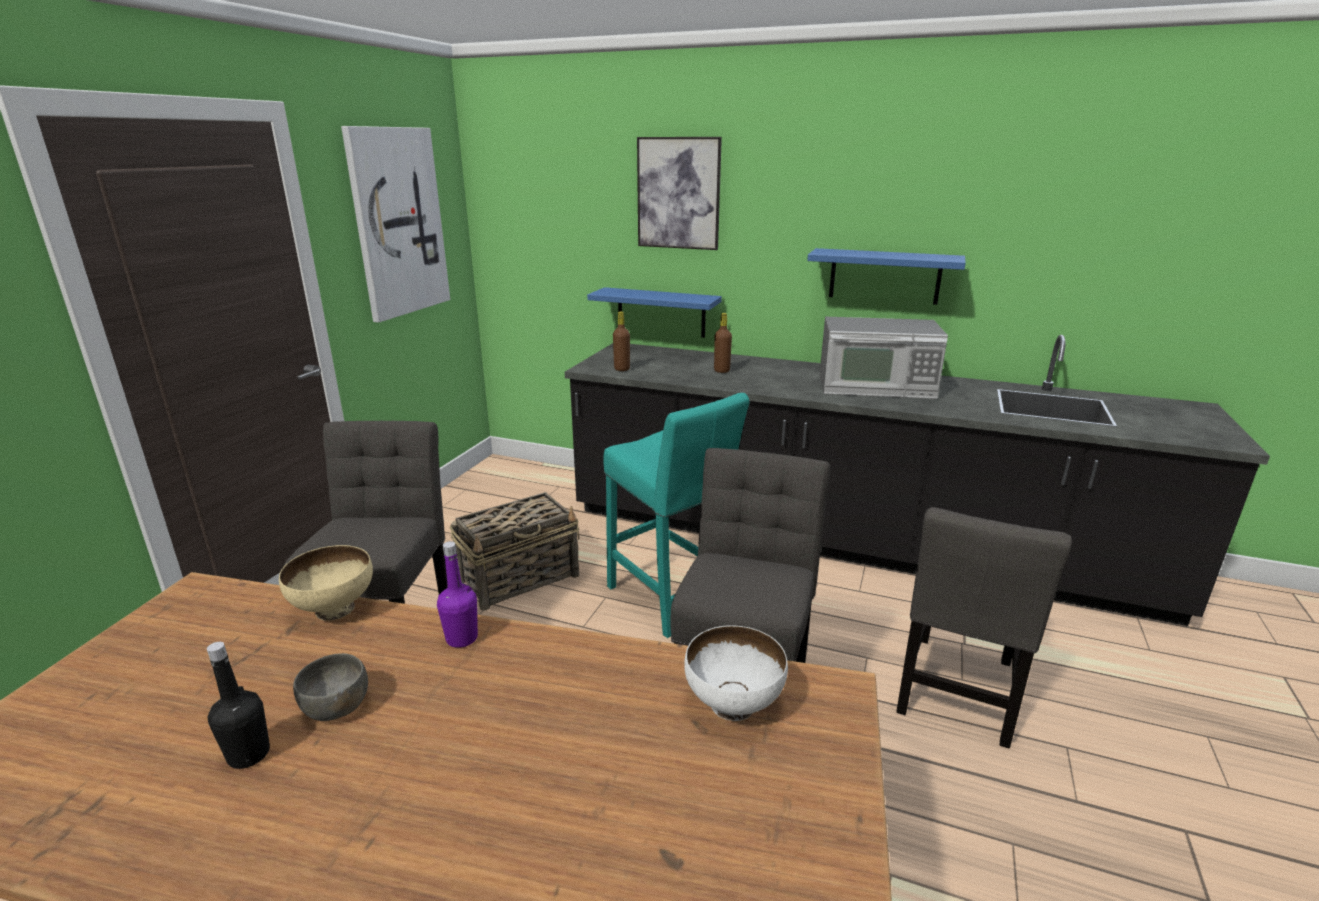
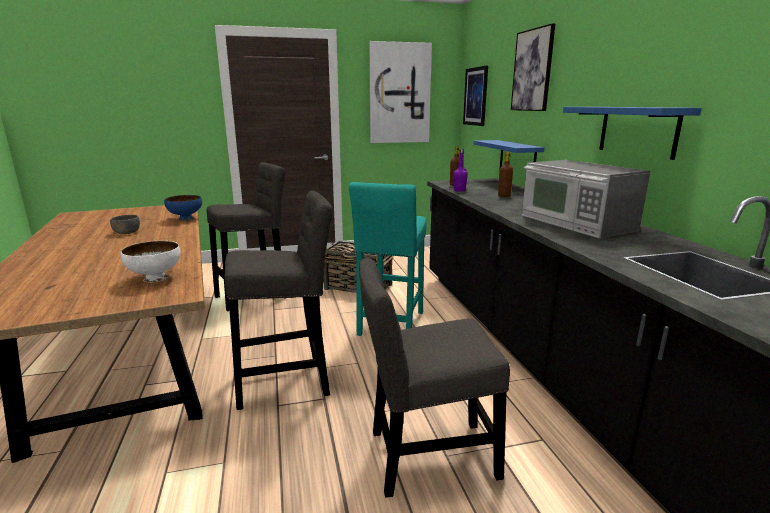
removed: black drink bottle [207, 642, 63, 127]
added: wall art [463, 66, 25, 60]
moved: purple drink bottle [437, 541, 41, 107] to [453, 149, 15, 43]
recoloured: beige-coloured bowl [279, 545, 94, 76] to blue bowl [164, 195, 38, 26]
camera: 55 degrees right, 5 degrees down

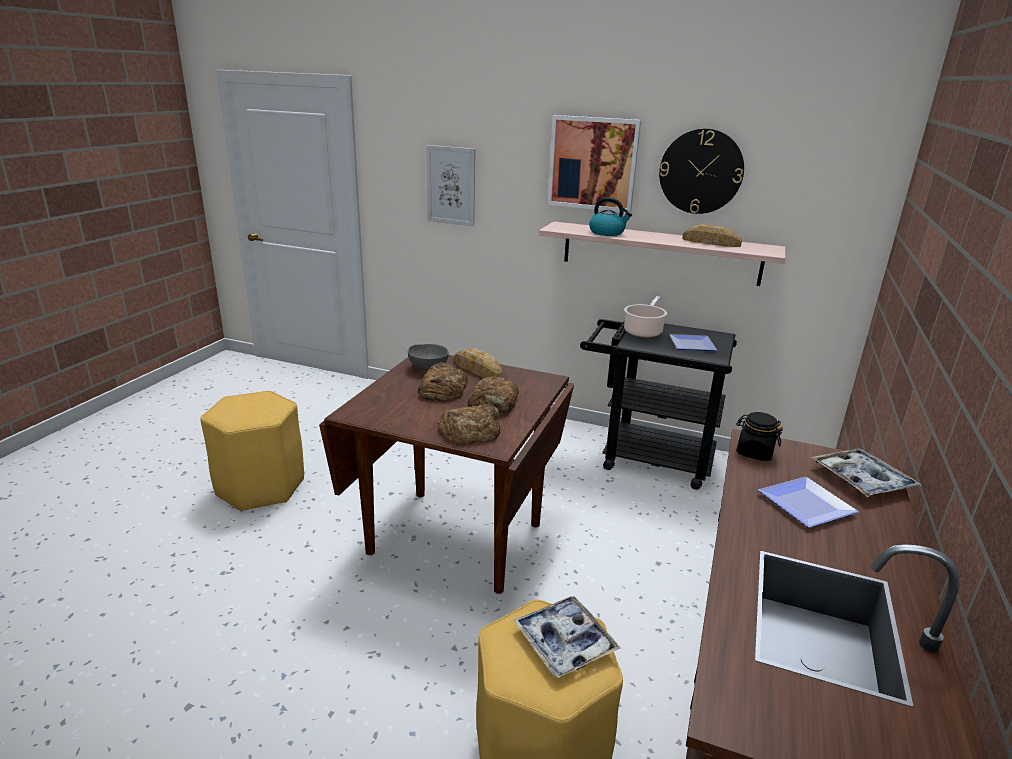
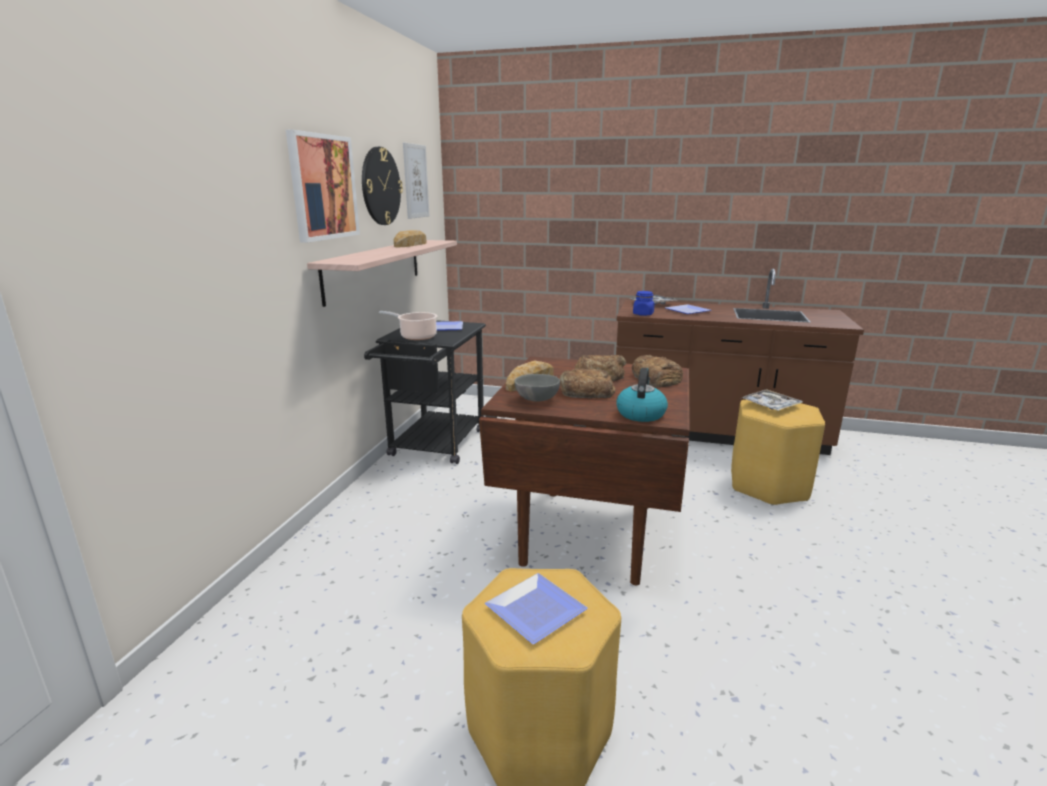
added: dinner plate [485, 573, 103, 71]
moved: wall art [426, 145, 49, 81] to [403, 143, 26, 76]; kettle [589, 197, 43, 39] to [616, 368, 52, 54]
recoloured: black preserve jar [736, 412, 47, 49] to blue preserve jar [633, 291, 21, 25]
camera: 95 degrees left, 5 degrees down

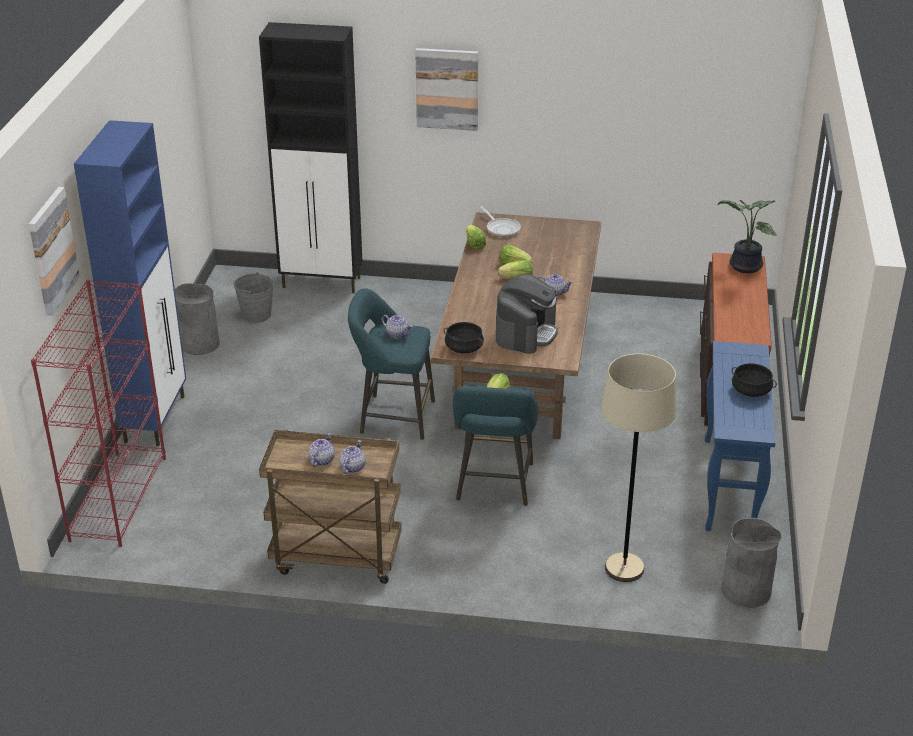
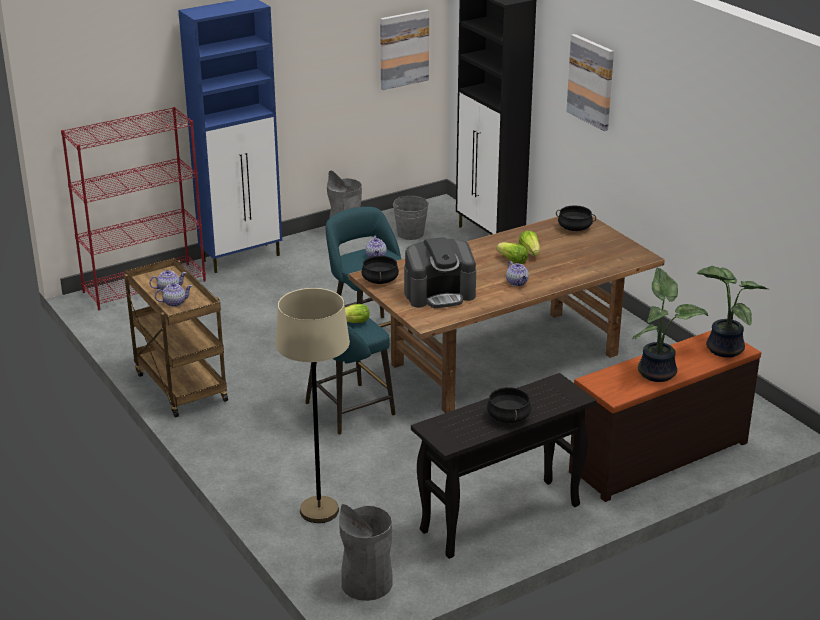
removed: lettuce [466, 225, 20, 25]
added: plant in a pot [632, 268, 76, 114]
moved: wall art [29, 187, 51, 129] to [380, 10, 49, 80]
replaced: skillet [480, 206, 41, 31] to black cooking pot [556, 205, 40, 26]
recoloured: blue narrow table [705, 341, 71, 190] to black narrow table [411, 373, 186, 186]
camera: 50 degrees right, 5 degrees down

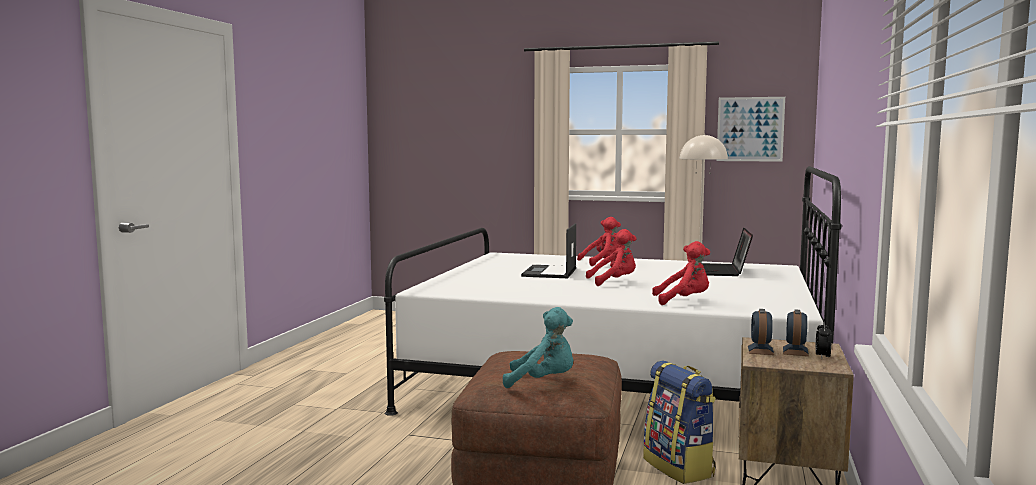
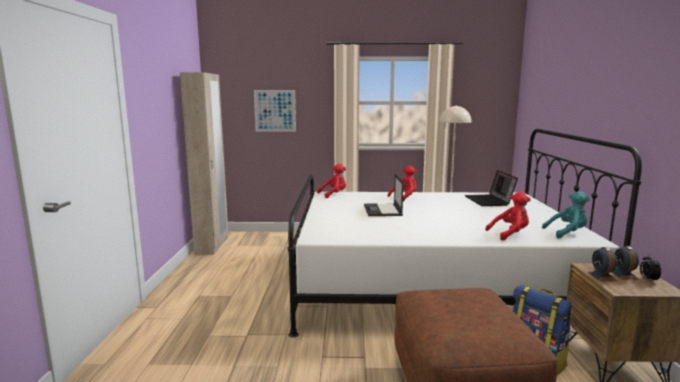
added: beige-coloured wardrobe [180, 72, 48, 183]
moved: blue-green soft toy [503, 307, 70, 81] to [542, 191, 48, 47]; reddish soft toy [586, 229, 50, 57] to [317, 164, 29, 34]; wall art [717, 97, 68, 65] to [254, 90, 42, 42]
camera: 15 degrees left, 5 degrees up

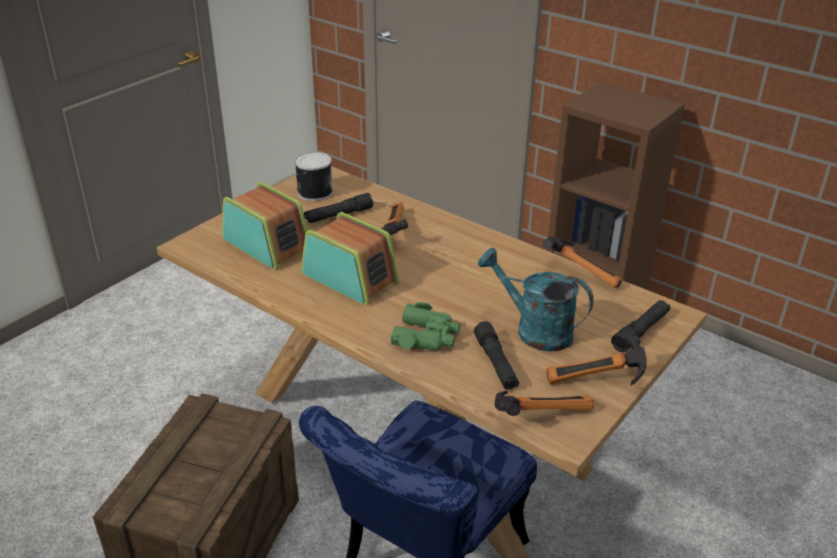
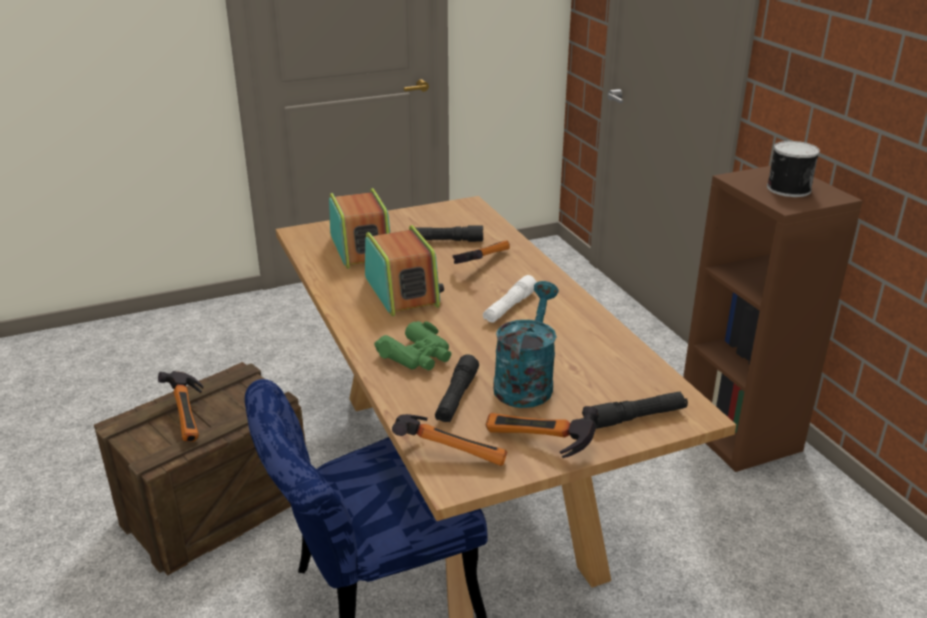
added: white torch [483, 275, 54, 48]
moved: metal can [295, 152, 38, 49] to [767, 141, 53, 56]; hammer [543, 236, 80, 52] to [158, 371, 46, 71]
turned: blue-green watering pot [478, 248, 116, 104] = [493, 281, 66, 127] 45 degrees clockwise
camera: 30 degrees right, 5 degrees down

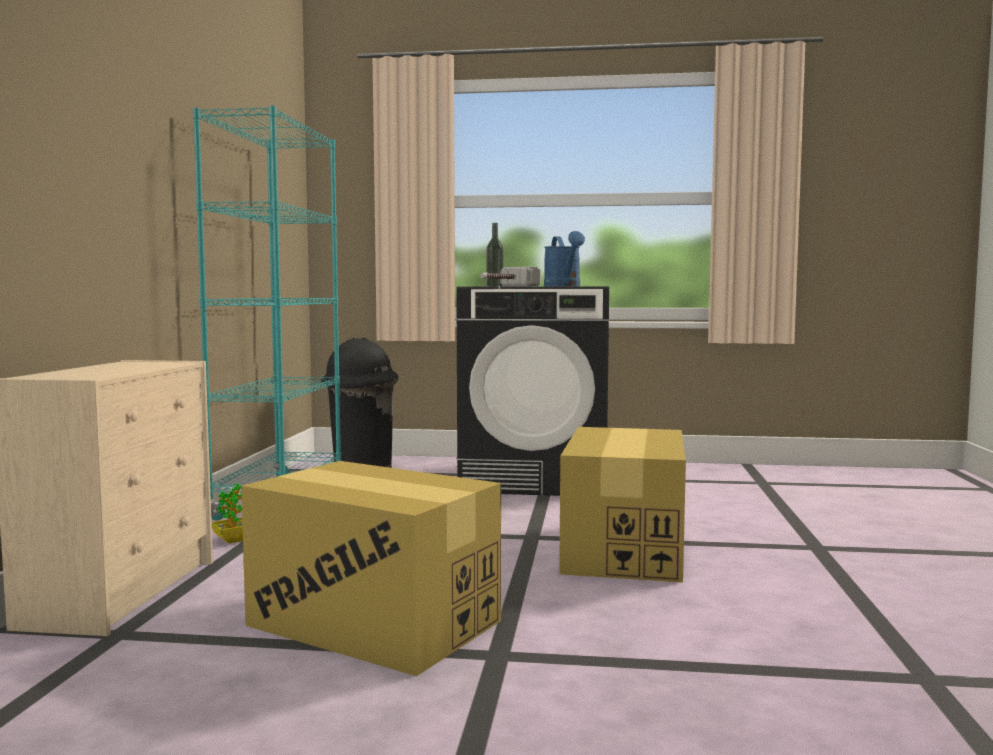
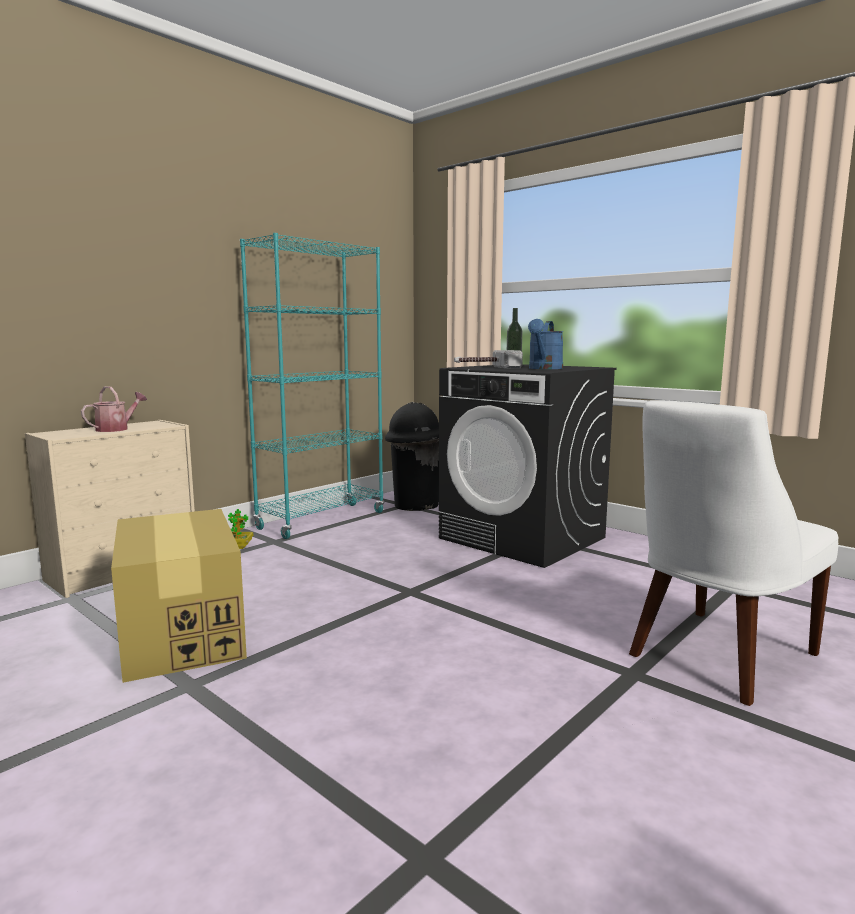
removed: carton [559, 427, 127, 156]
added: watering pot [81, 386, 66, 46]; white chair [629, 400, 210, 306]
camera: 35 degrees right, 5 degrees up

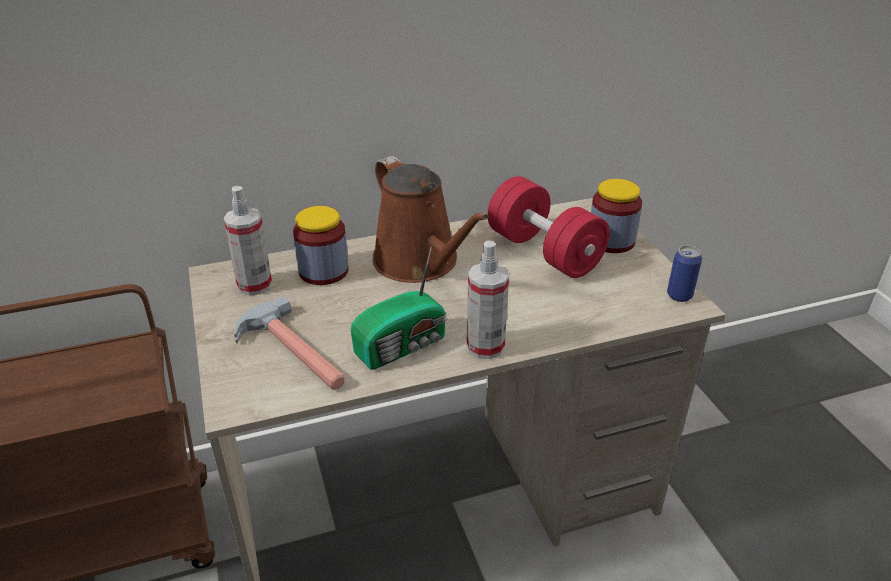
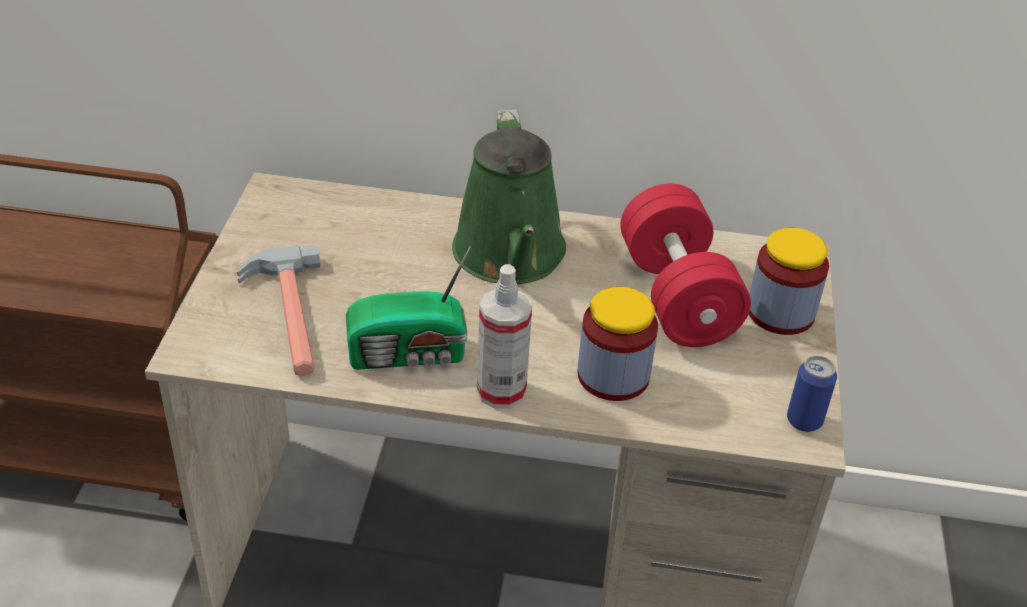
removed: hand sprayer [224, 186, 48, 110]
moved: preserve jar [293, 206, 56, 79] to [577, 287, 81, 114]
recoloured: brownish watering pot [372, 156, 117, 127] to greenish watering pot [452, 109, 114, 175]
camera: 25 degrees right, 5 degrees up

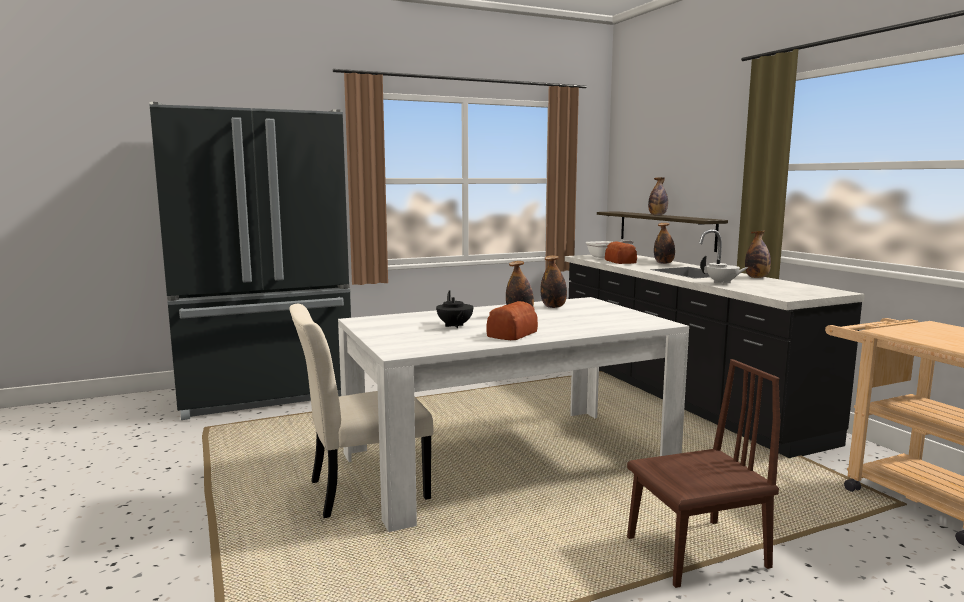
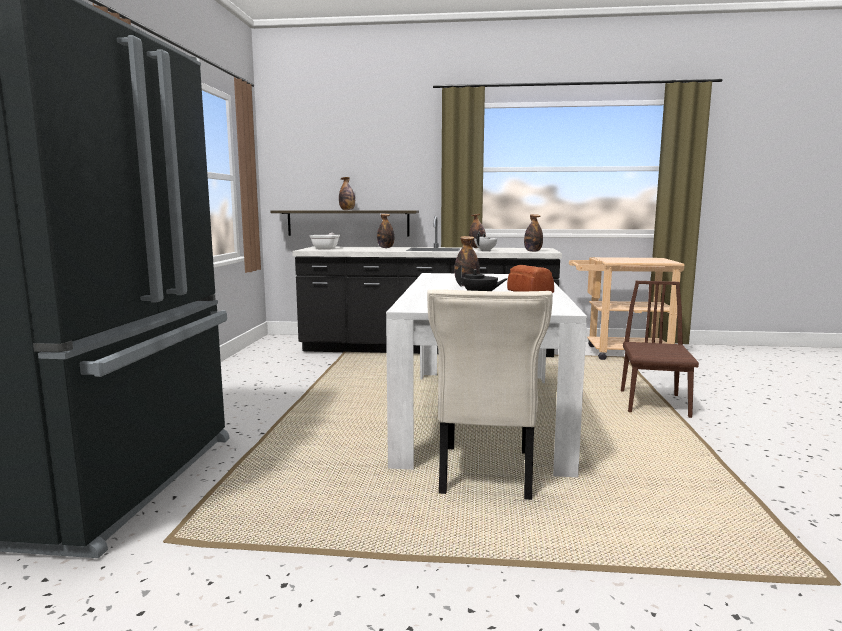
removed: baked bread [605, 241, 32, 23]
moved: drink bottle [540, 255, 27, 53] to [524, 214, 19, 38]
camera: 60 degrees left, 0 degrees up

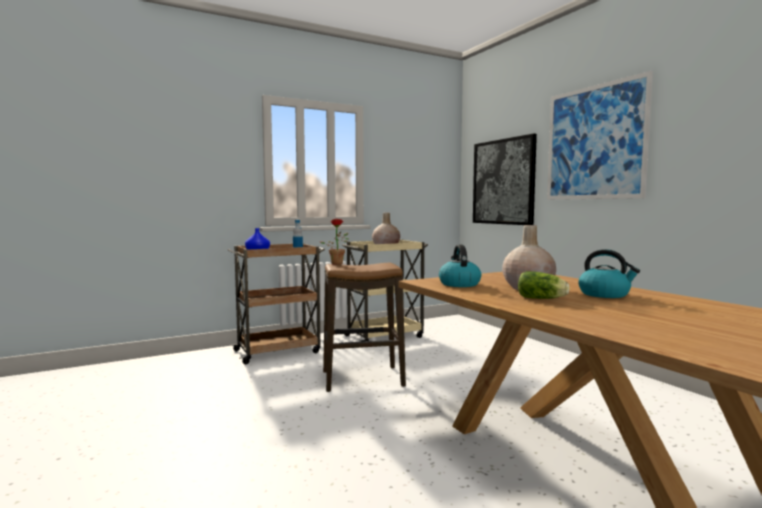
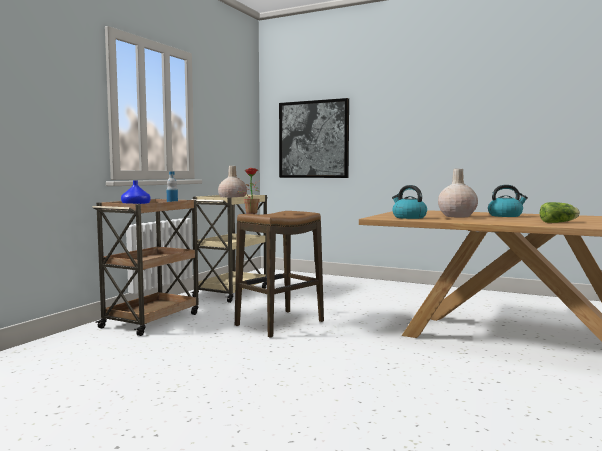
removed: wall art [547, 71, 106, 129]
moved: lettuce [518, 271, 52, 28] to [540, 202, 40, 21]
camera: 35 degrees left, 0 degrees up

